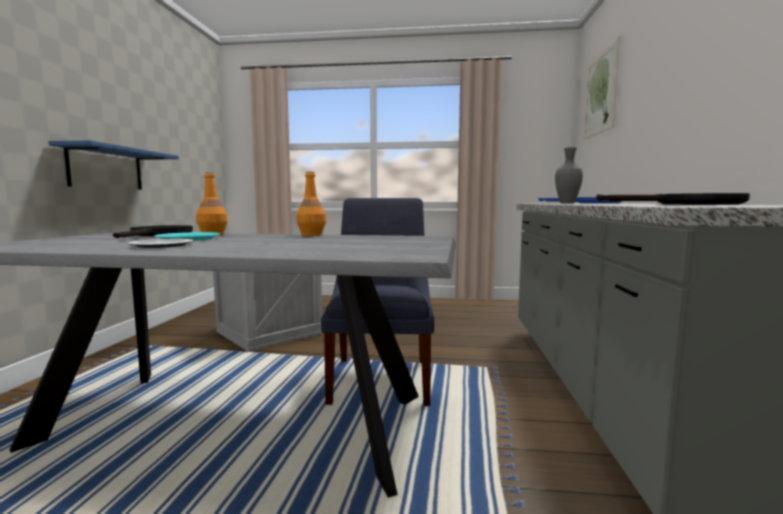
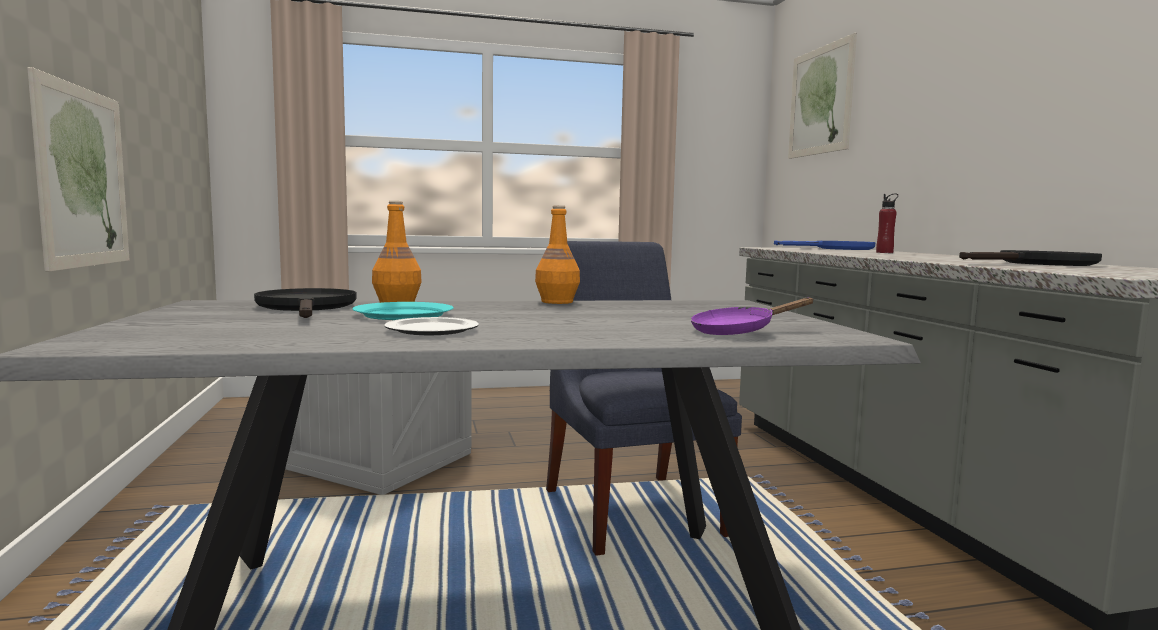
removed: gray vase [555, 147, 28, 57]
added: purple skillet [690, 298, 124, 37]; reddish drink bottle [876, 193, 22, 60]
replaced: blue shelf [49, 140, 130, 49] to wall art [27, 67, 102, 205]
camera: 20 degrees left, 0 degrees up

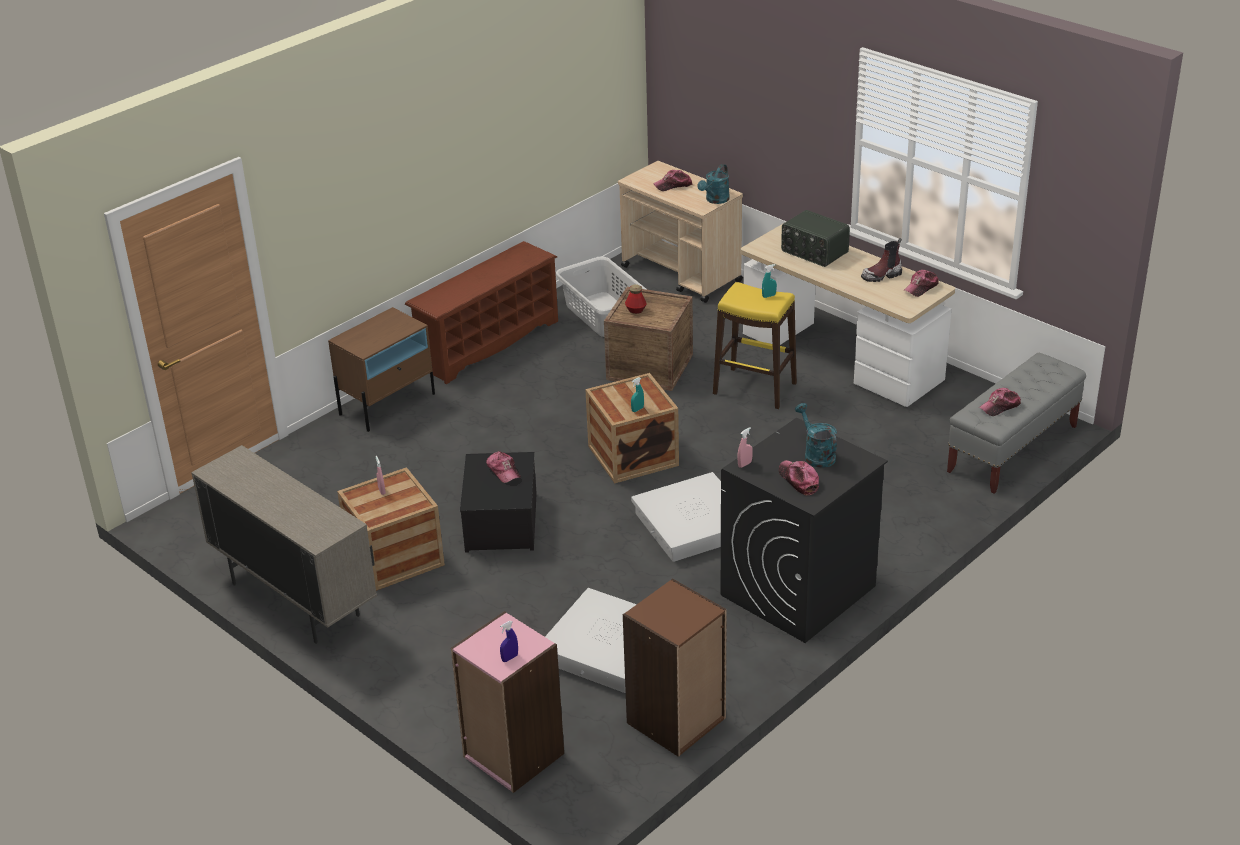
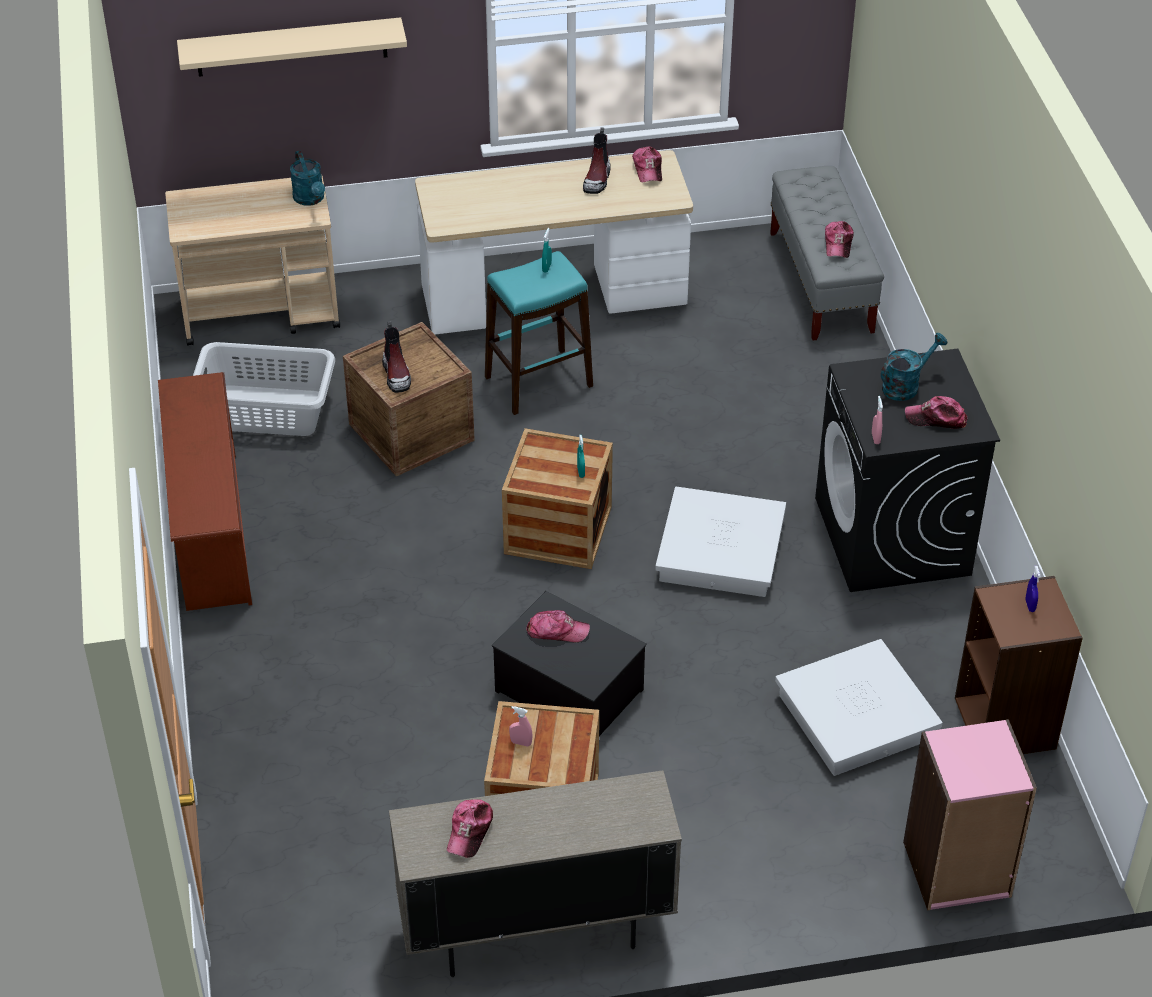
removed: brownish night table [328, 307, 107, 125]; radio [781, 210, 69, 57]
added: beige-coloured shelf [177, 17, 230, 60]
moved: blue hand sprayer [500, 621, 18, 41] to [1025, 566, 16, 46]; baseball cap [653, 170, 39, 21] to [447, 799, 46, 59]
replaced: drink bottle [625, 284, 22, 30] to high-top boot [382, 321, 29, 72]
recoloured: yellow sitting stool [713, 282, 84, 127] to blue-green sitting stool [485, 251, 108, 164]
turned: blue-green watering pot [795, 403, 42, 65] = [881, 333, 67, 68] 135 degrees clockwise
camera: 55 degrees left, 10 degrees up

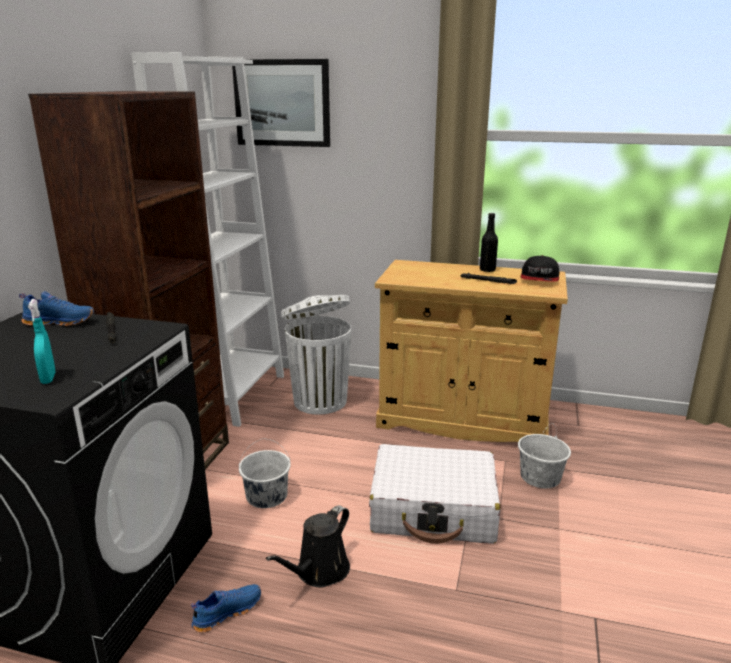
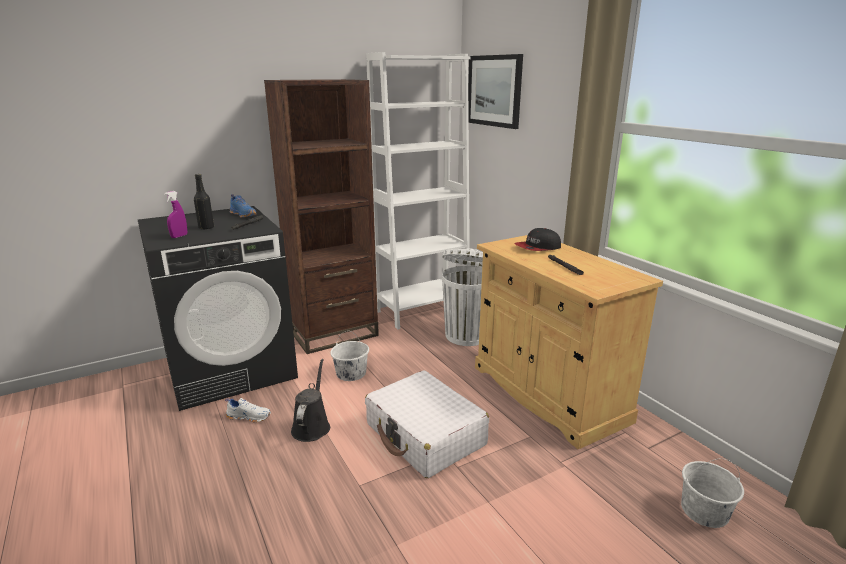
moved: black drink bottle [480, 213, 18, 59] to [194, 174, 20, 56]; white pail [518, 423, 53, 65] to [681, 458, 63, 70]; baseball cap [521, 255, 38, 27] to [514, 228, 47, 23]
recoloured: blue-green hand sprayer [28, 299, 28, 85] to purple hand sprayer [164, 191, 23, 47]; blue item of footwear [191, 584, 70, 49] to white item of footwear [225, 398, 46, 25]
turned: black watering pot [266, 505, 84, 82] = [291, 359, 39, 83] 105 degrees clockwise
camera: 45 degrees right, 0 degrees up

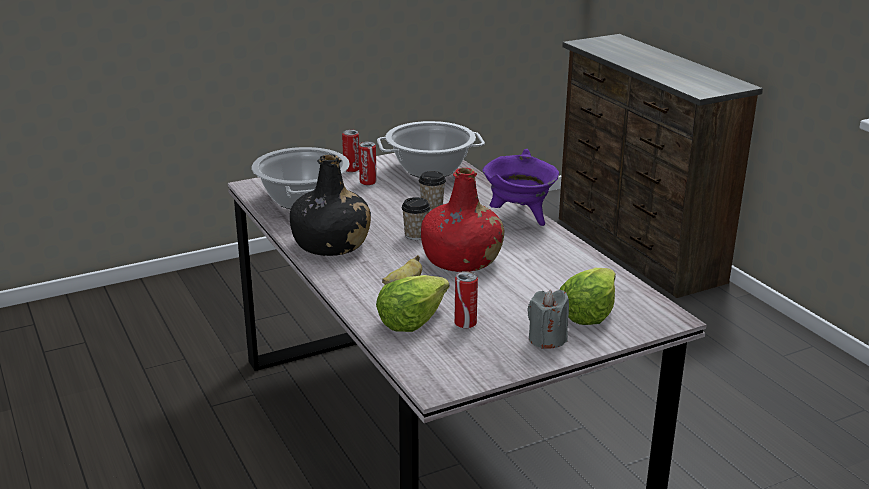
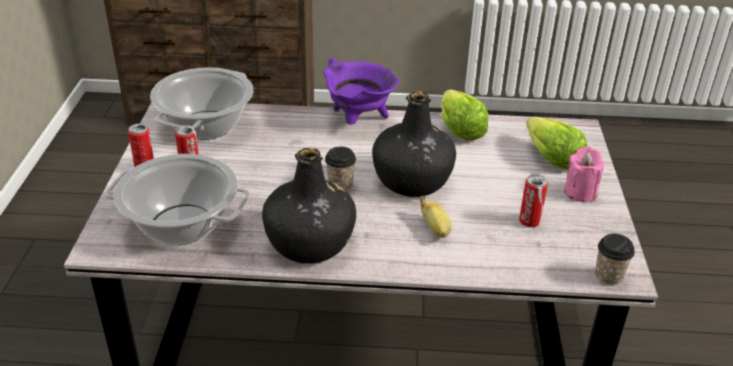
moved: lettuce [376, 275, 73, 57] to [441, 90, 48, 50]; small cup [419, 171, 27, 40] to [595, 234, 40, 52]
recoloured: reddish drink bottle [421, 168, 83, 104] to black drink bottle [372, 91, 84, 106]; gray candle [527, 290, 42, 59] to pink candle [564, 147, 40, 55]
camera: 60 degrees left, 10 degrees up

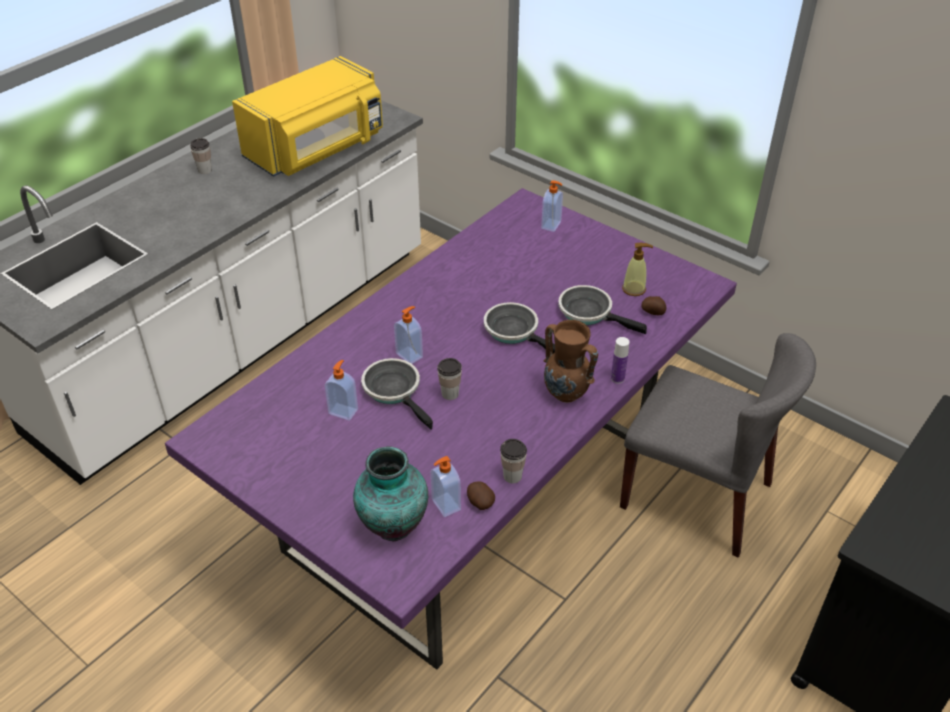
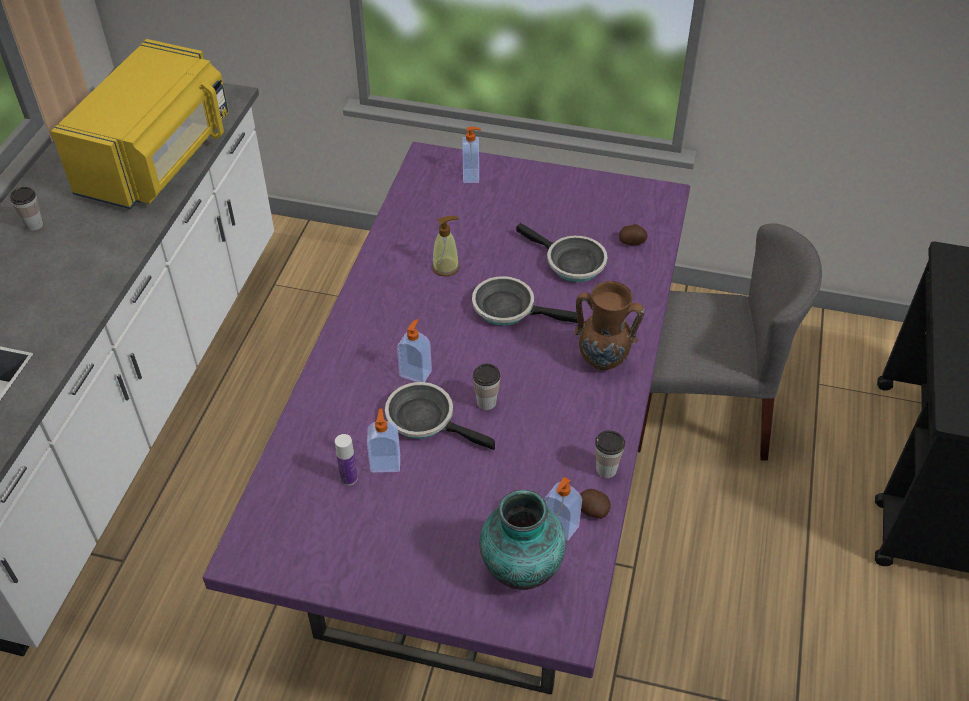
moved: drink bottle [611, 337, 18, 47] to [335, 434, 23, 52]; liquid soap bottle [622, 243, 31, 53] to [432, 216, 28, 60]
turned: skillet [558, 285, 89, 49] = [516, 223, 92, 59] 150 degrees counterclockwise
camera: 25 degrees left, 5 degrees up

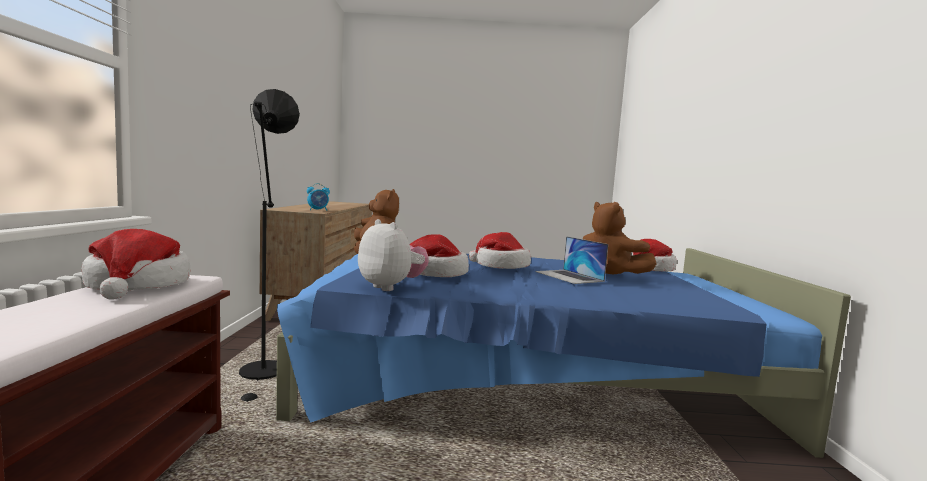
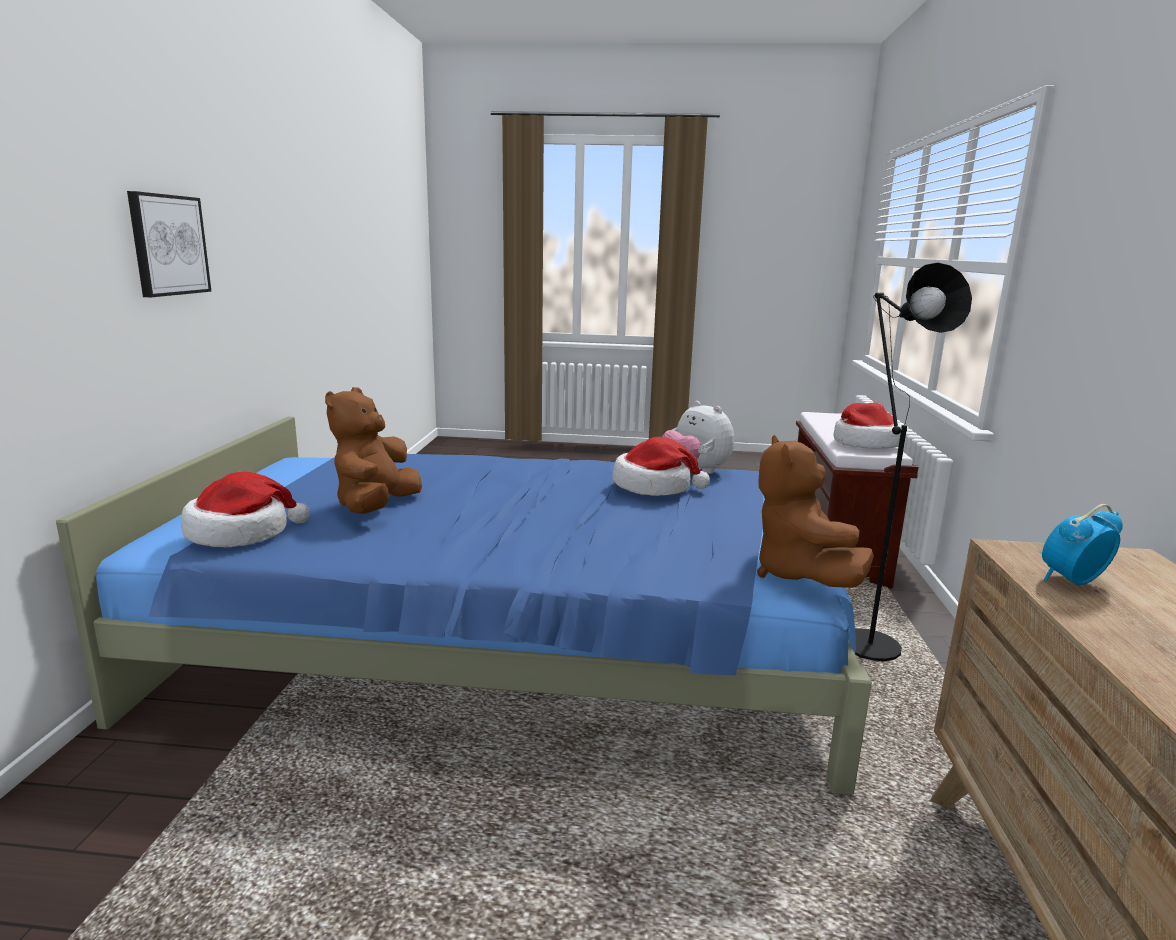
removed: clothing hat [469, 232, 62, 37]; portable computer [535, 236, 73, 48]
added: wall art [127, 191, 85, 106]
turned: brownish soft toy [583, 202, 74, 73] = [325, 387, 97, 127] 135 degrees counterclockwise
camera: 175 degrees left, 10 degrees up

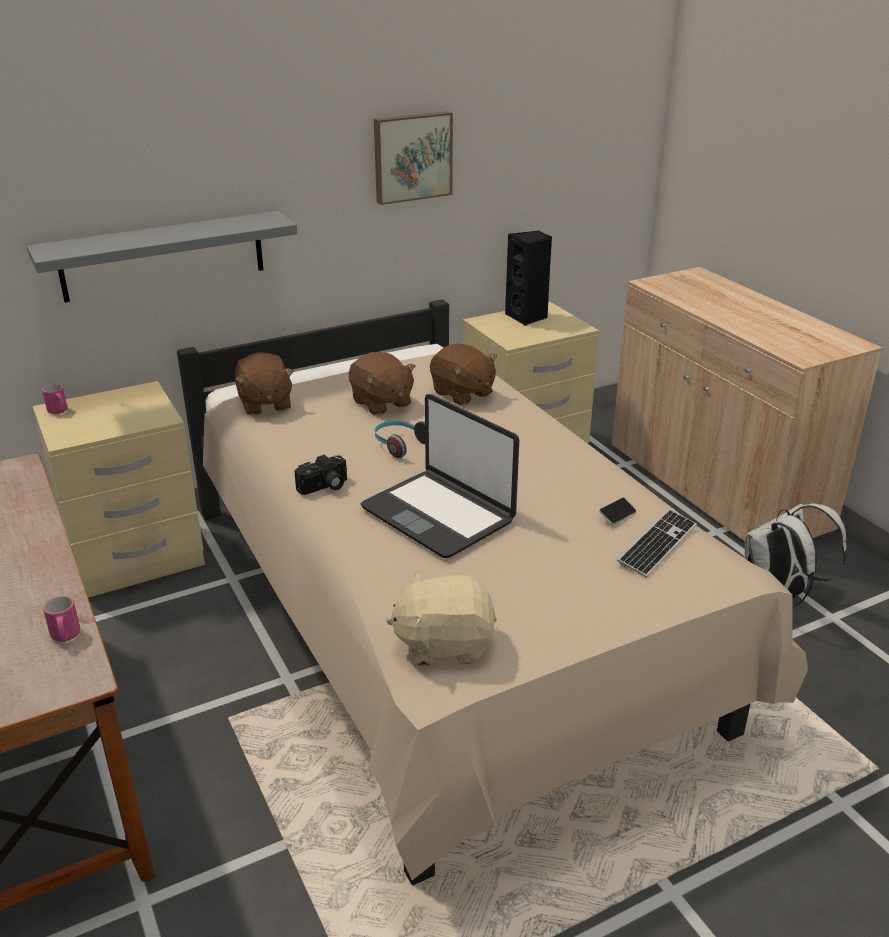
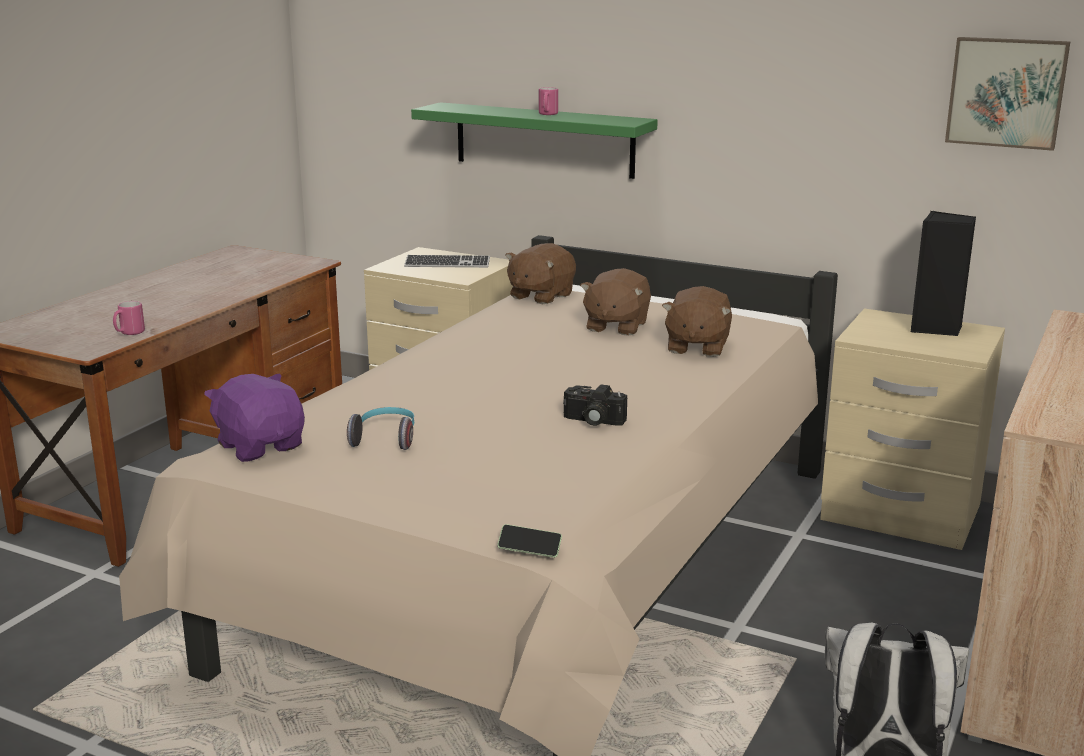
removed: portable computer [361, 394, 158, 164]
moved: pink mug [42, 384, 25, 30] to [539, 87, 19, 28]; photo camera [294, 454, 53, 41] to [563, 384, 64, 42]; wall art [374, 111, 79, 94] to [945, 37, 126, 114]; headphones [375, 420, 50, 39] to [347, 407, 68, 43]; telephone [599, 497, 37, 28] to [497, 524, 65, 34]; computer keyboard [617, 509, 80, 68] to [404, 255, 86, 13]
recoloured: gray shelf [27, 211, 271, 91] to greenish shelf [411, 102, 247, 77]; beige-coloured soft toy [386, 572, 111, 93] to purple soft toy [204, 373, 101, 89]
camera: 55 degrees right, 10 degrees down

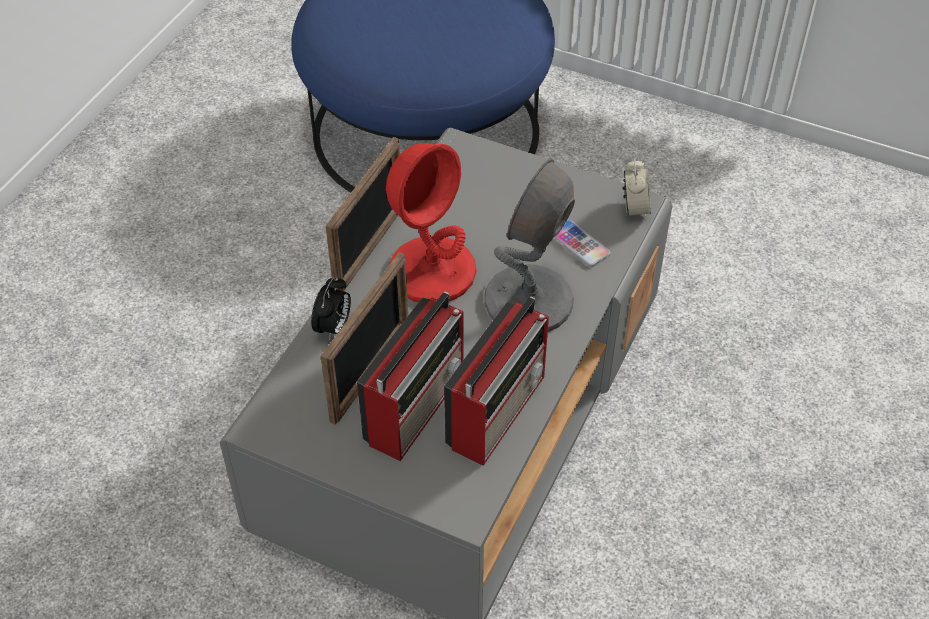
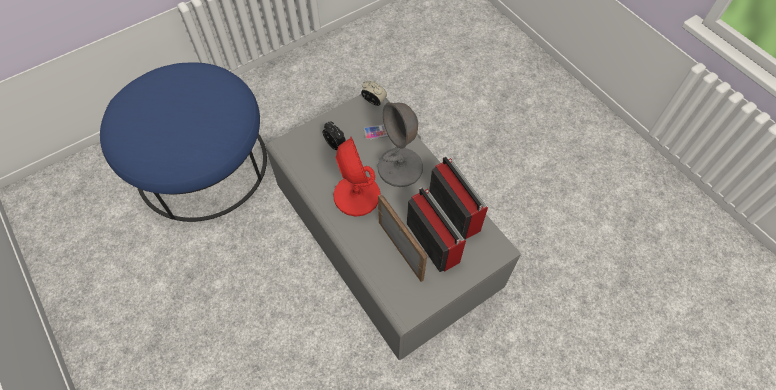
removed: photo frame [326, 137, 74, 154]
moved: table clock [311, 277, 40, 64] to [323, 121, 23, 29]
camera: 60 degrees left, 10 degrees up

